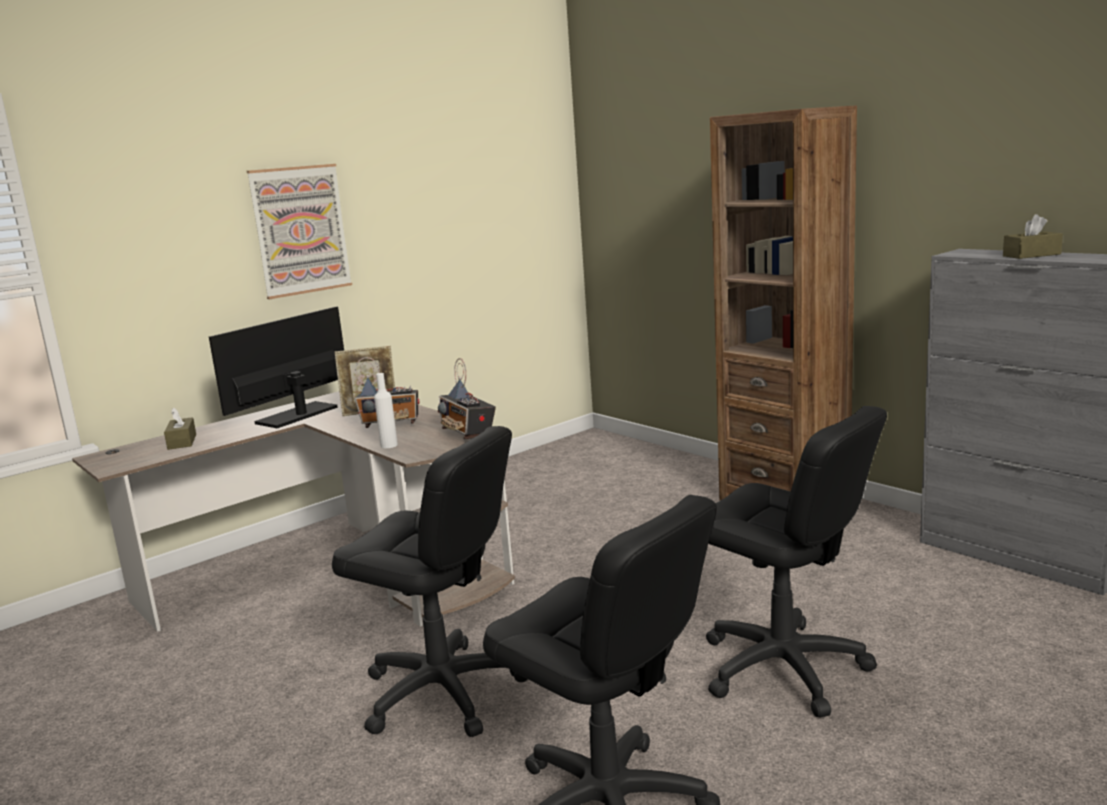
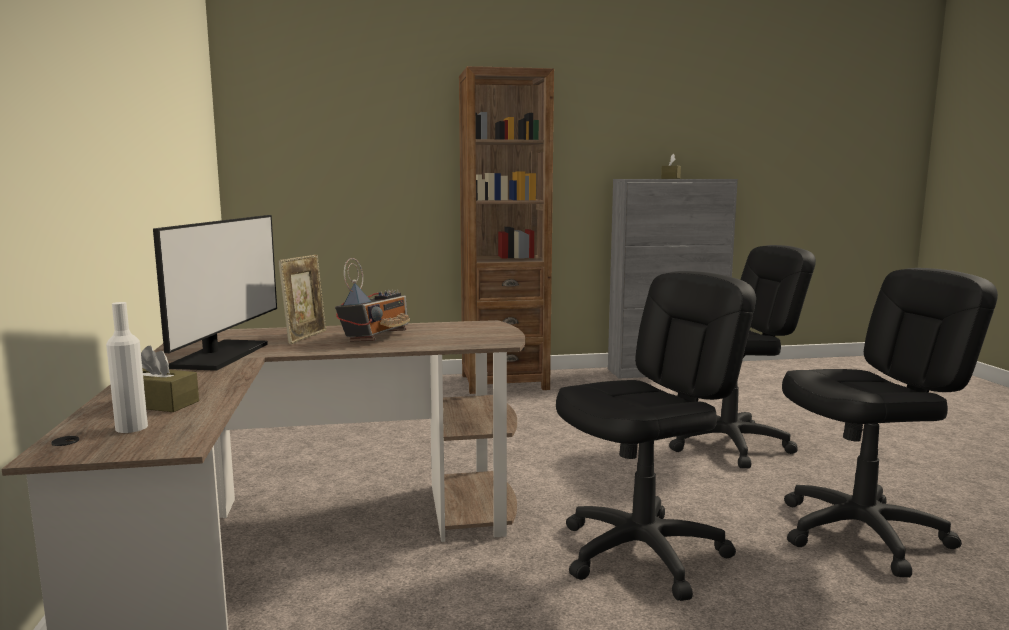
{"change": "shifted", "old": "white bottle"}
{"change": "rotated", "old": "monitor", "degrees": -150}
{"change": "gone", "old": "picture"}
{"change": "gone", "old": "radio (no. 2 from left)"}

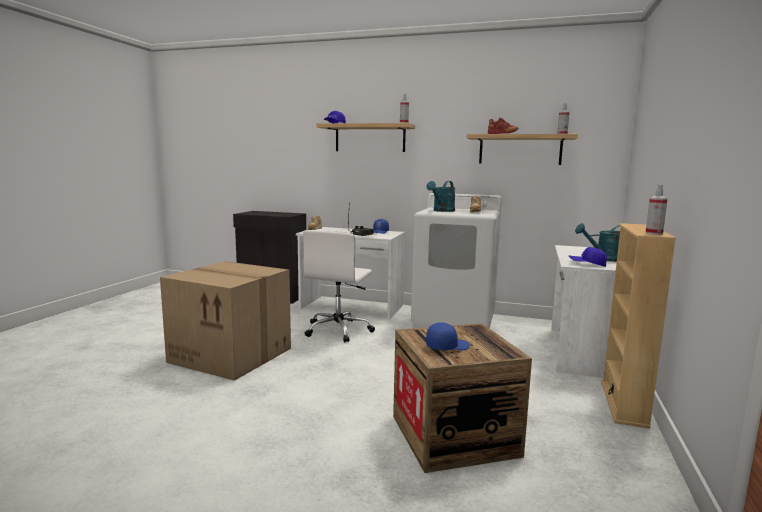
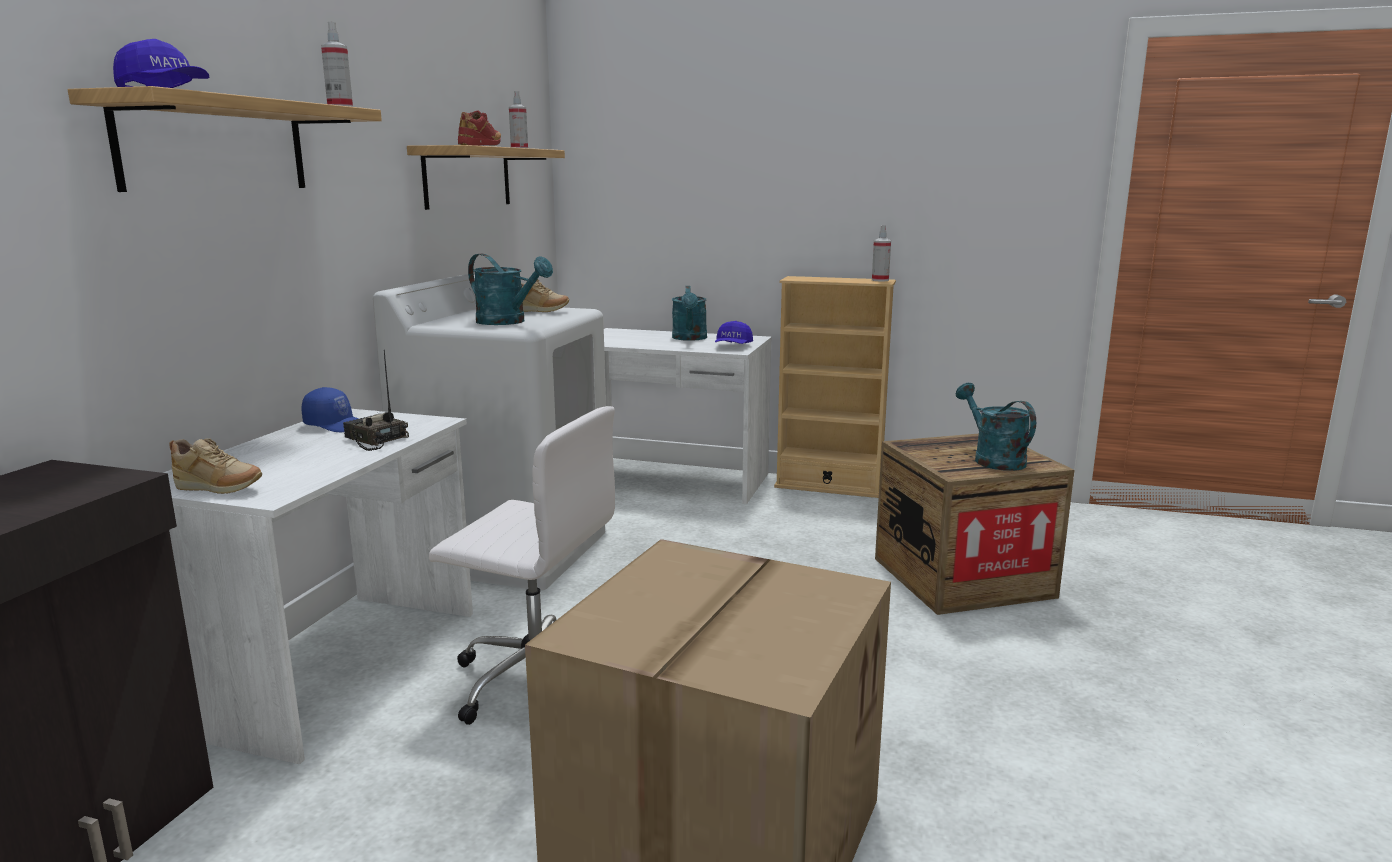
{"change": "swapped", "old": "blue cap (no. 3 from left)", "new": "turquoise watering can (no. 3 from left)"}

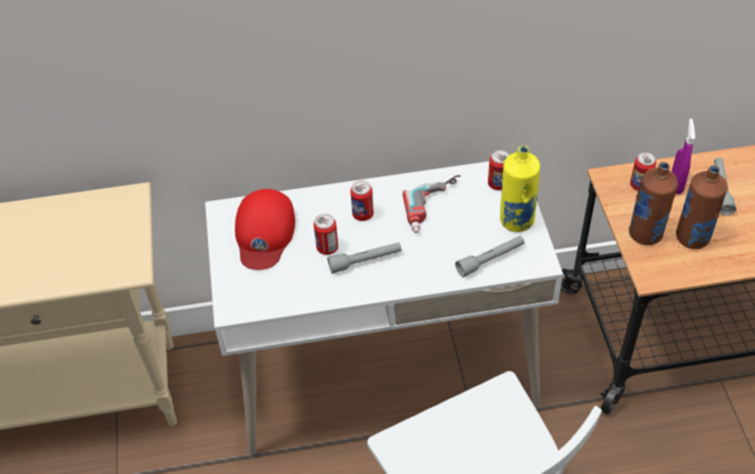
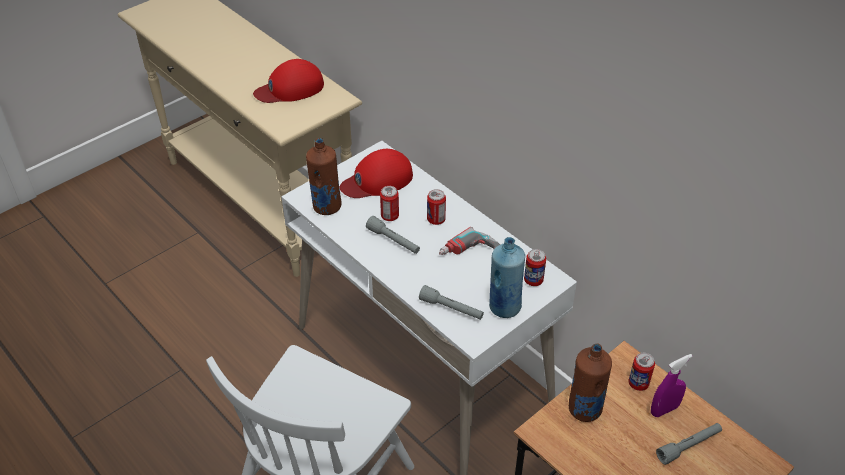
{"change": "new", "new": "red cap (no. 1 from left)"}
{"change": "shifted", "old": "brown bottle (no. 2 from left in the first image)", "new": "brown bottle (no. 1 from left)"}
{"change": "repainted", "old": "yellow bottle", "new": "blue bottle"}

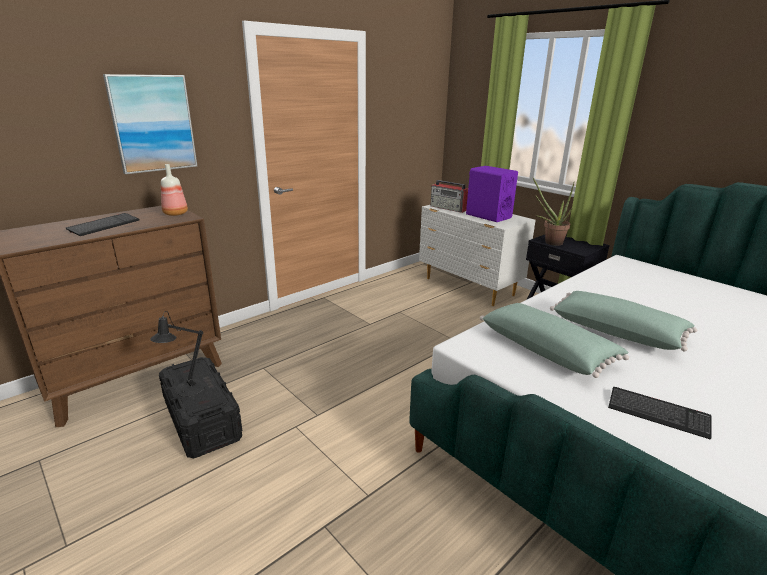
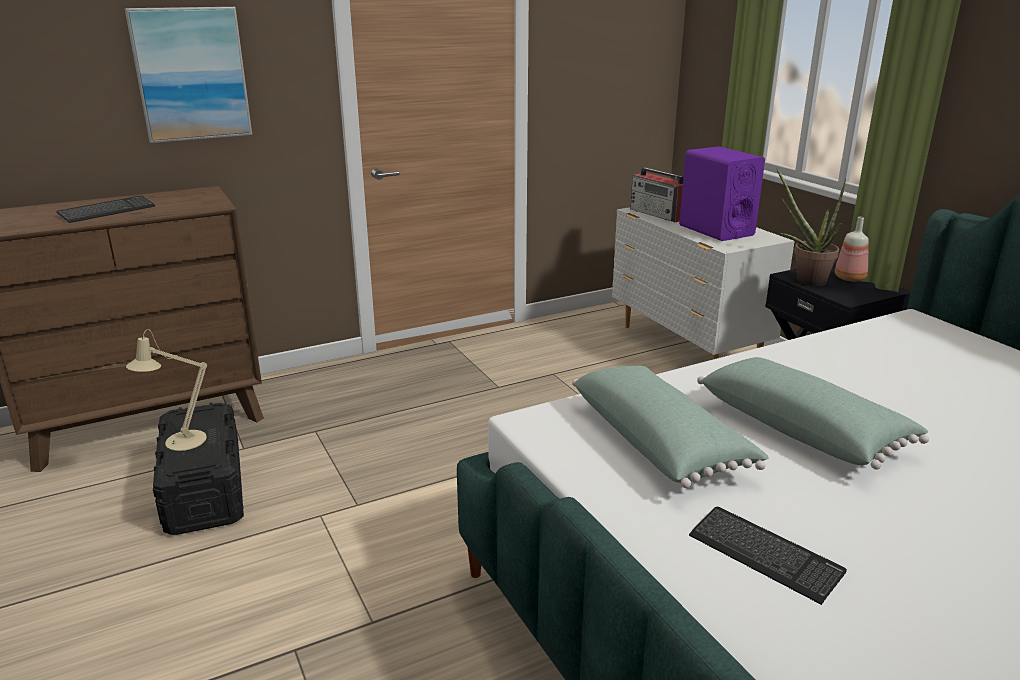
{"change": "repainted", "old": "black table lamp", "new": "beige table lamp"}
{"change": "shifted", "old": "bottle"}

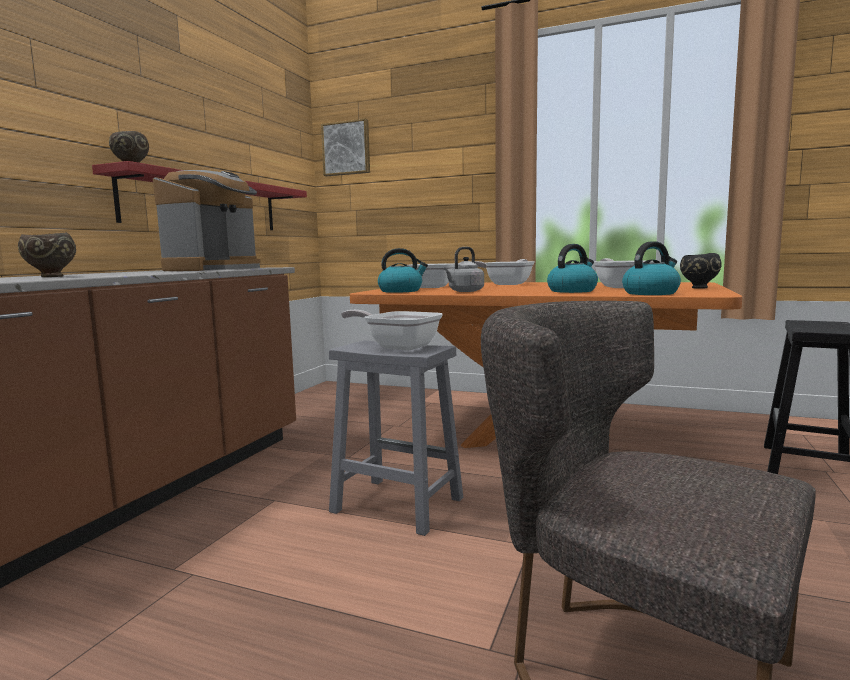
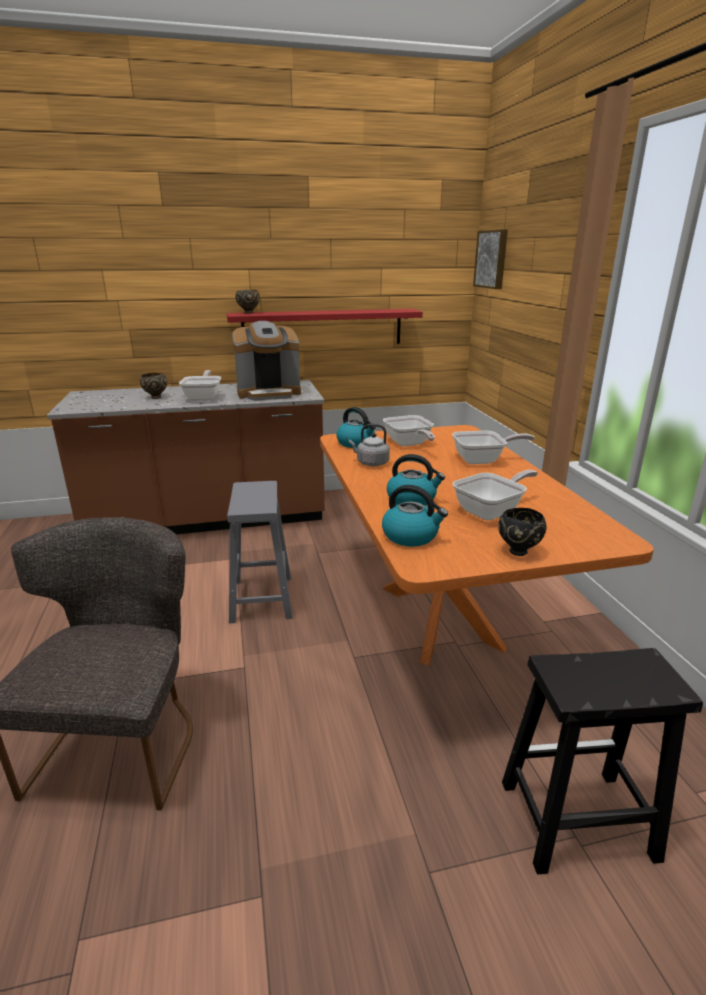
{"change": "shifted", "old": "frying pan (no. 1 from left)"}

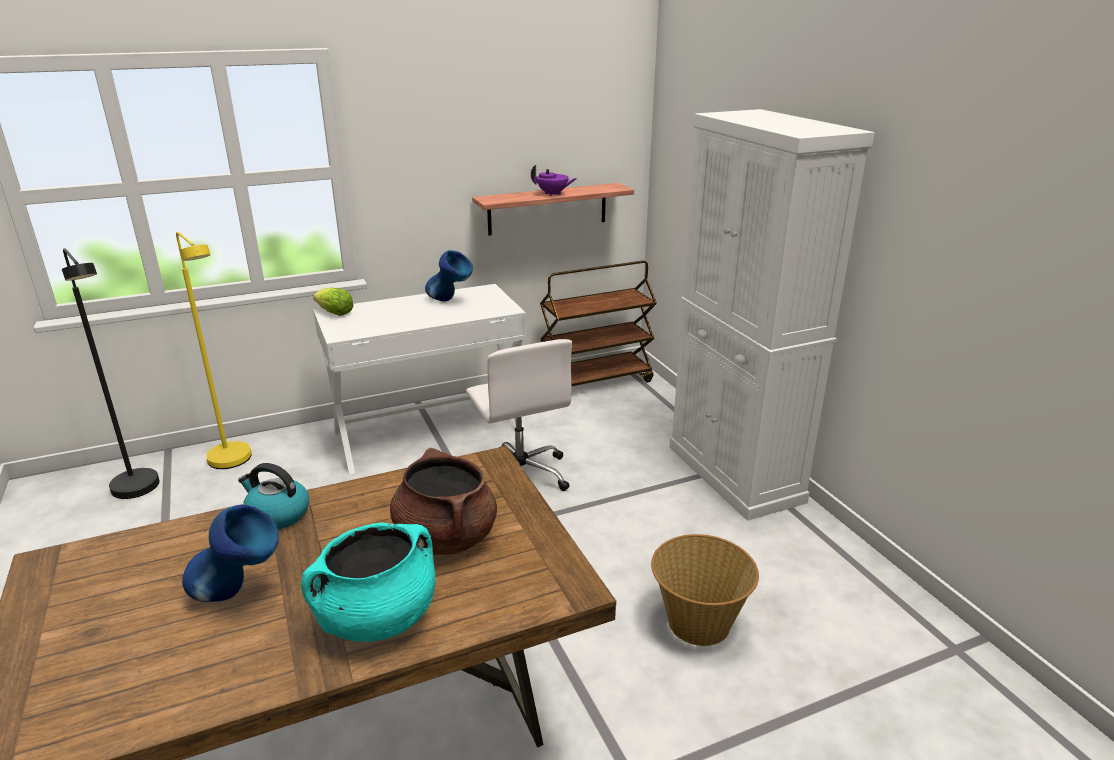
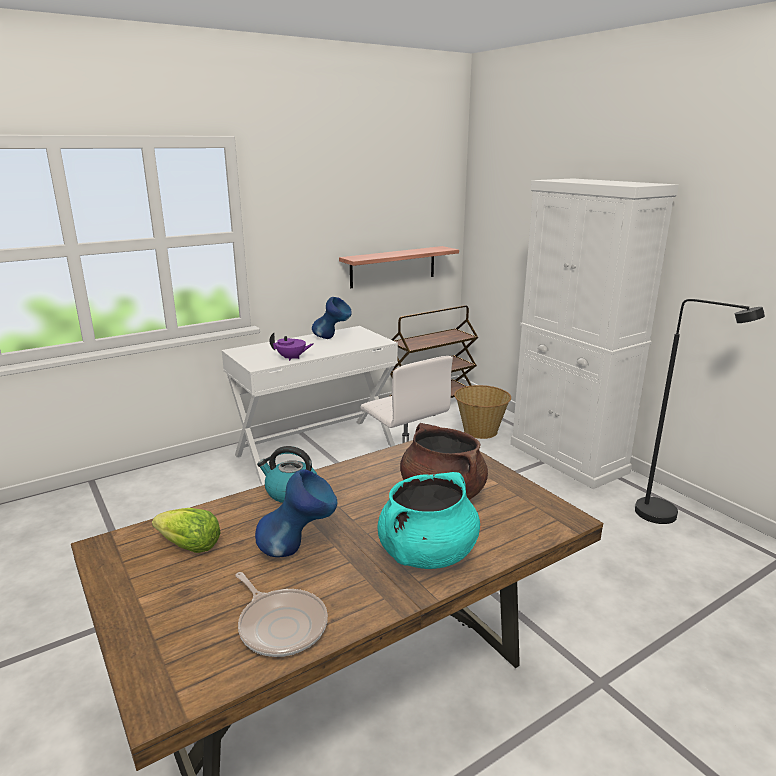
{"change": "shifted", "old": "lettuce"}
{"change": "new", "new": "frying pan"}
{"change": "shifted", "old": "purple teapot"}
{"change": "shifted", "old": "basket"}
{"change": "shifted", "old": "black floor lamp"}
{"change": "gone", "old": "yellow floor lamp"}

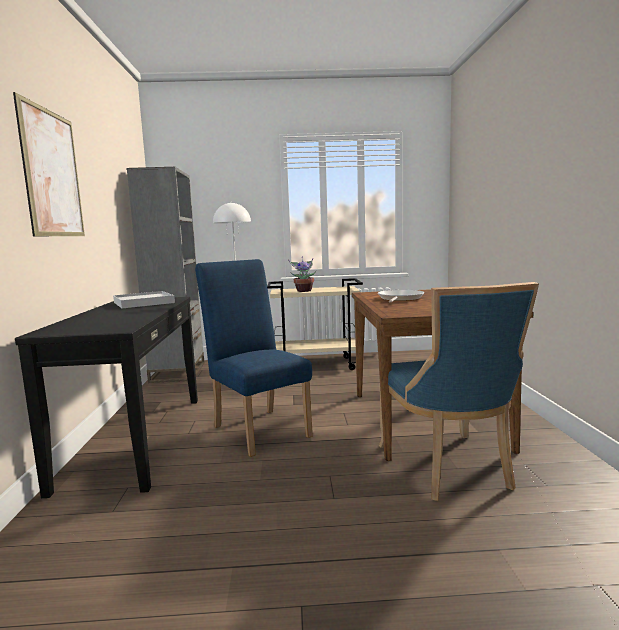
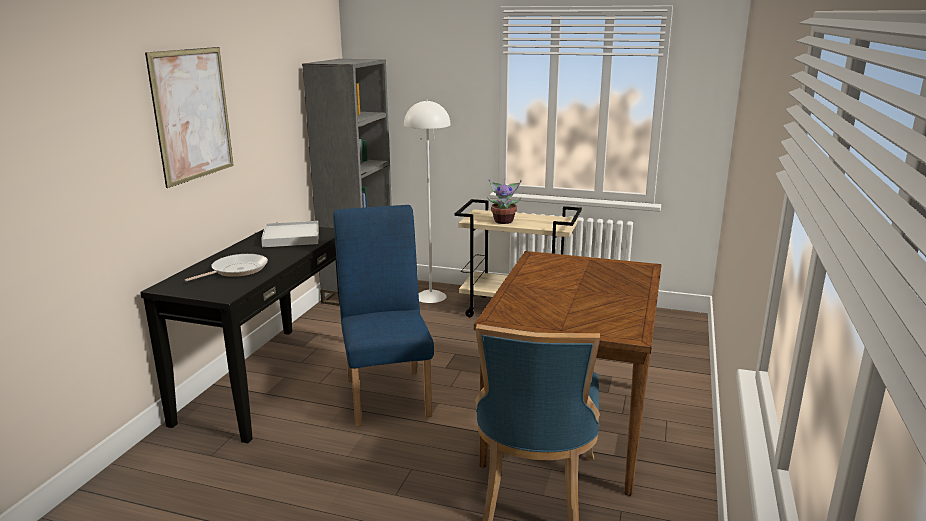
{"change": "shifted", "old": "frying pan"}

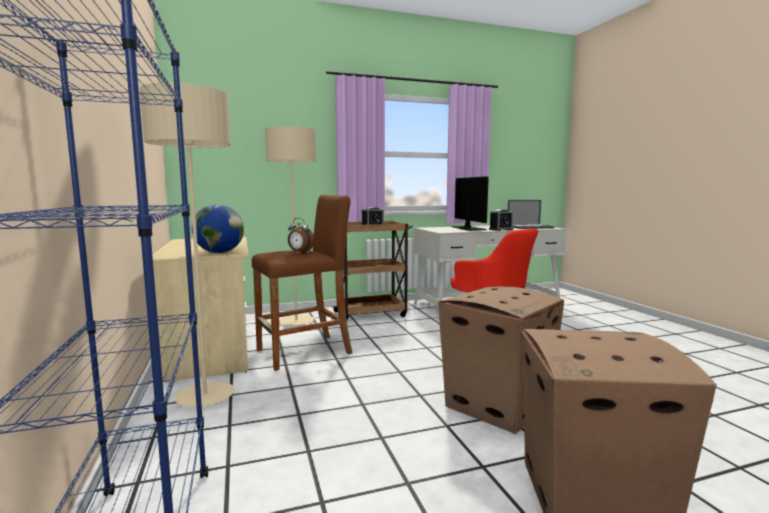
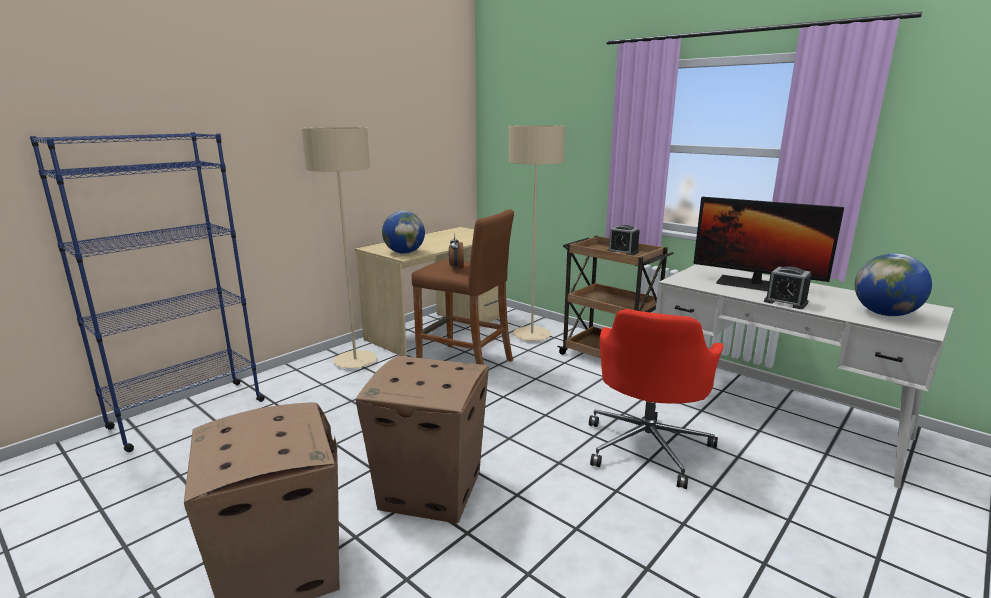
{"change": "rotated", "old": "monitor", "degrees": 75}
{"change": "swapped", "old": "laptop", "new": "globe (no. 2 from left)"}

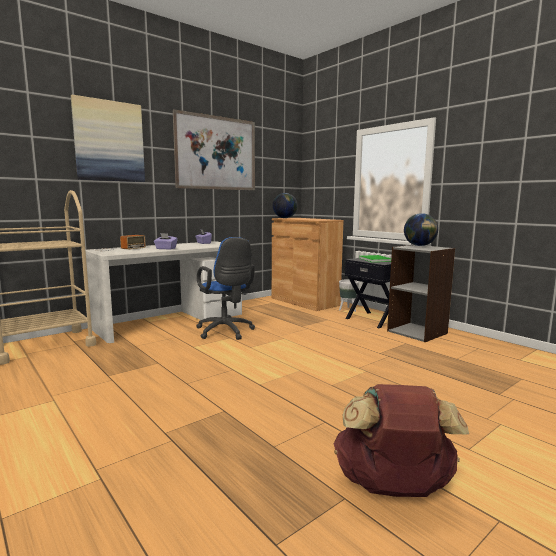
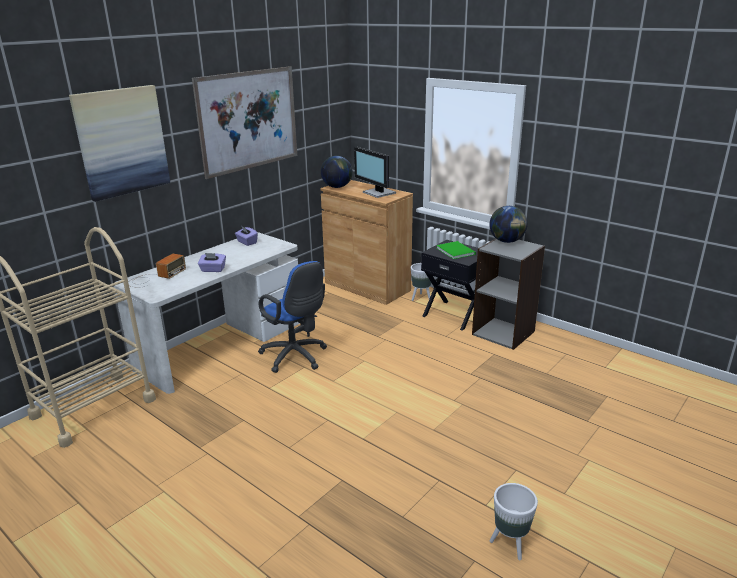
{"change": "new", "new": "monitor"}
{"change": "swapped", "old": "brown backpack", "new": "white planter (no. 2 from left)"}

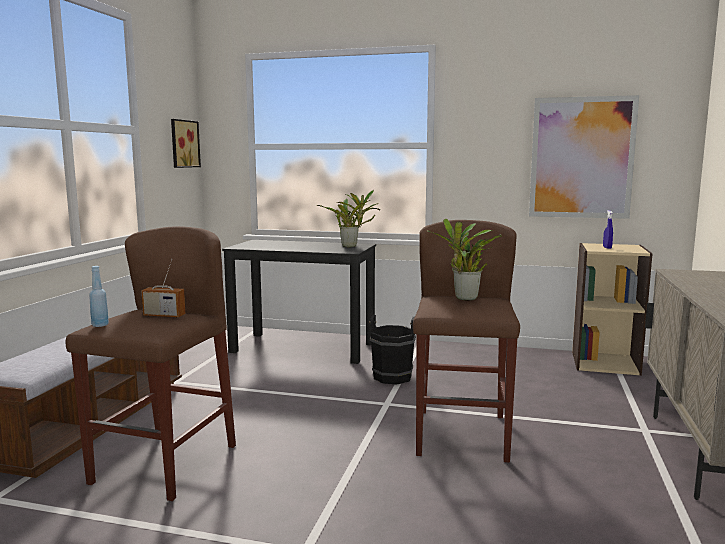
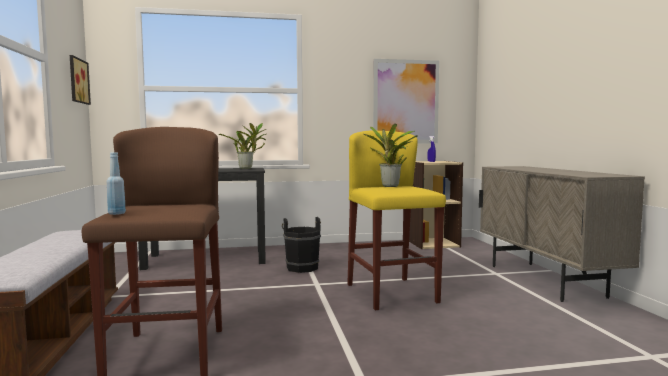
{"change": "repainted", "old": "brown stool (no. 2 from left)", "new": "yellow stool"}
{"change": "gone", "old": "radio"}

